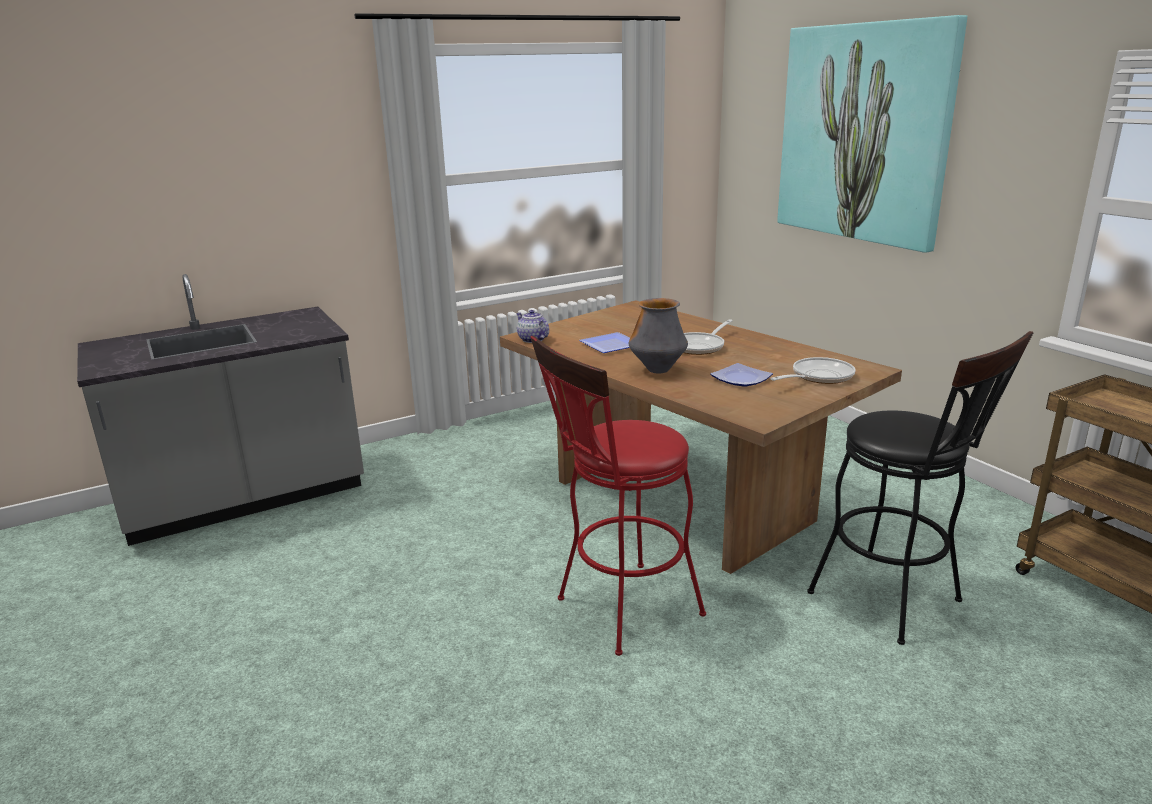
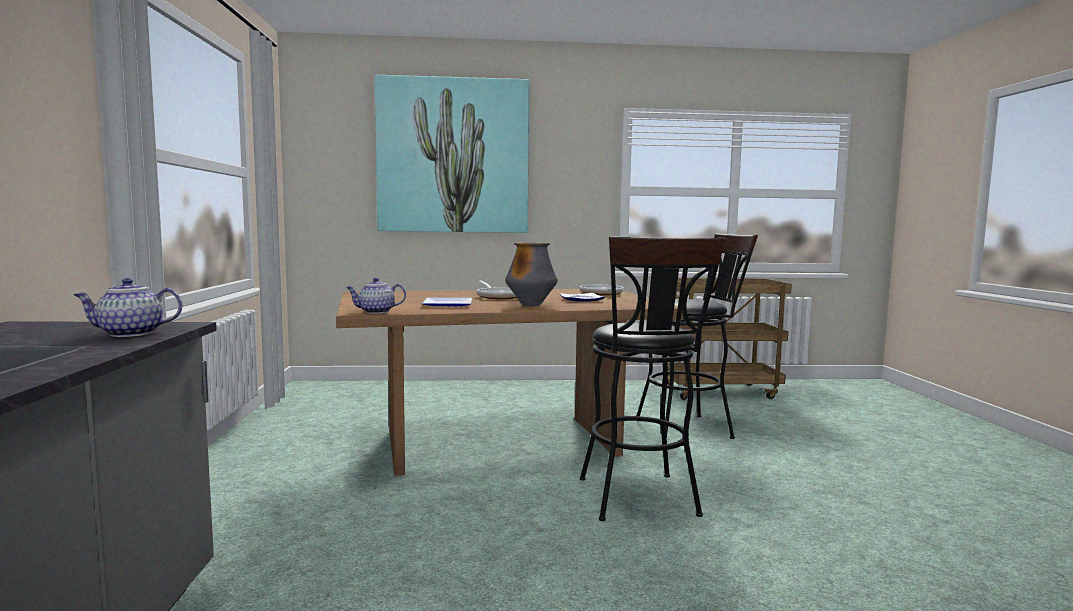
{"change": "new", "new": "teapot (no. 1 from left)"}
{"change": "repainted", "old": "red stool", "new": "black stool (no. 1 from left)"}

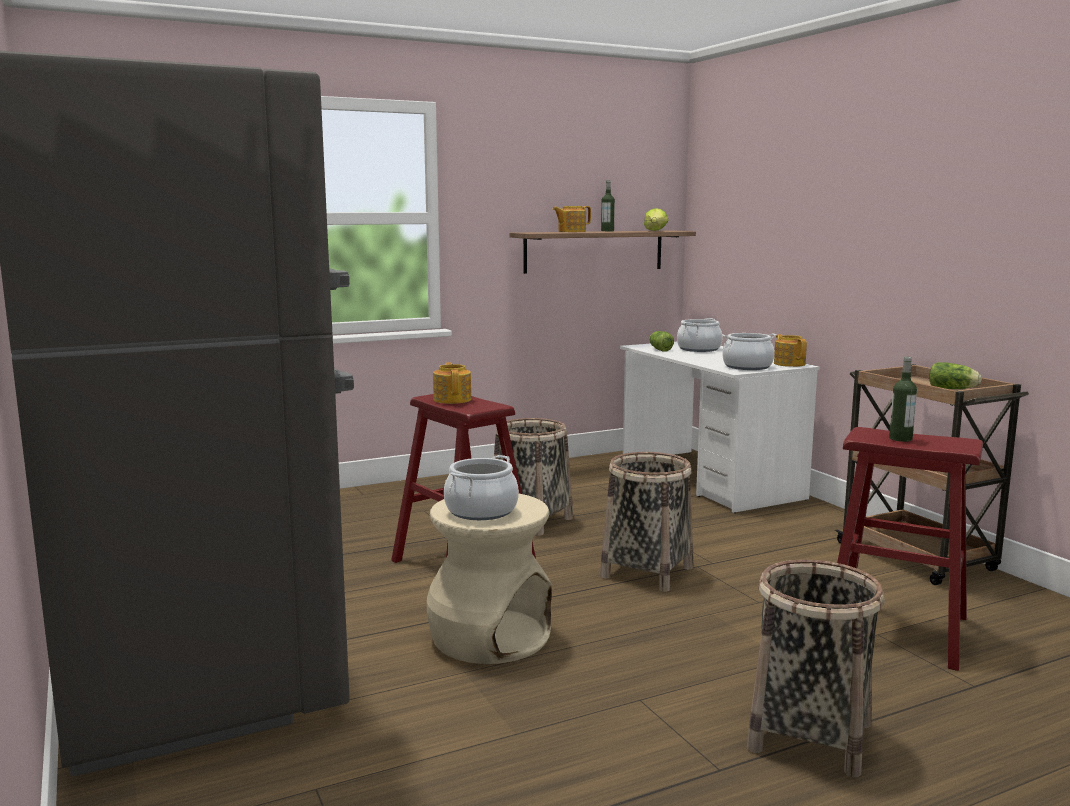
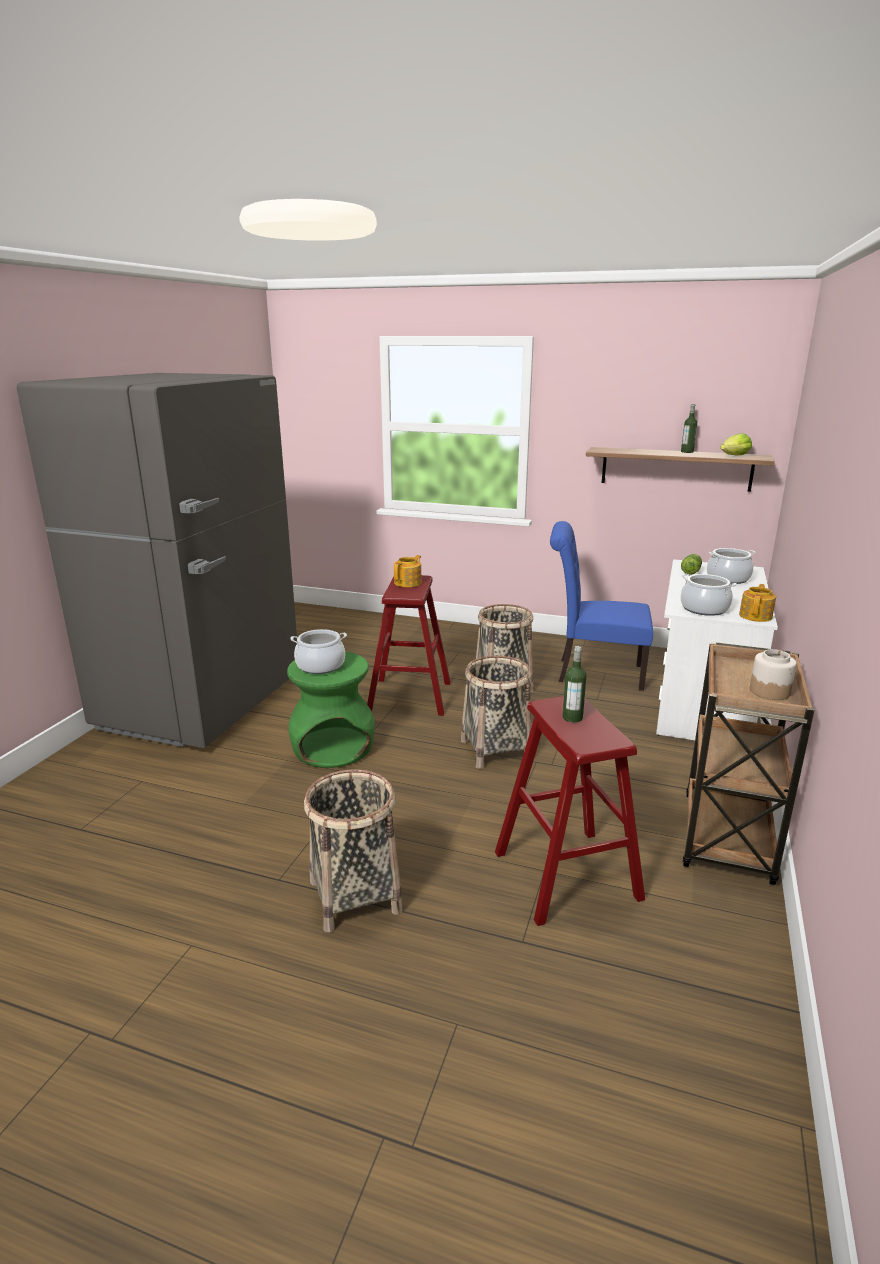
{"change": "repainted", "old": "beige stool", "new": "green stool"}
{"change": "new", "new": "blue chair"}
{"change": "swapped", "old": "lettuce (no. 3 from left)", "new": "jar"}
{"change": "gone", "old": "teapot (no. 2 from left)"}

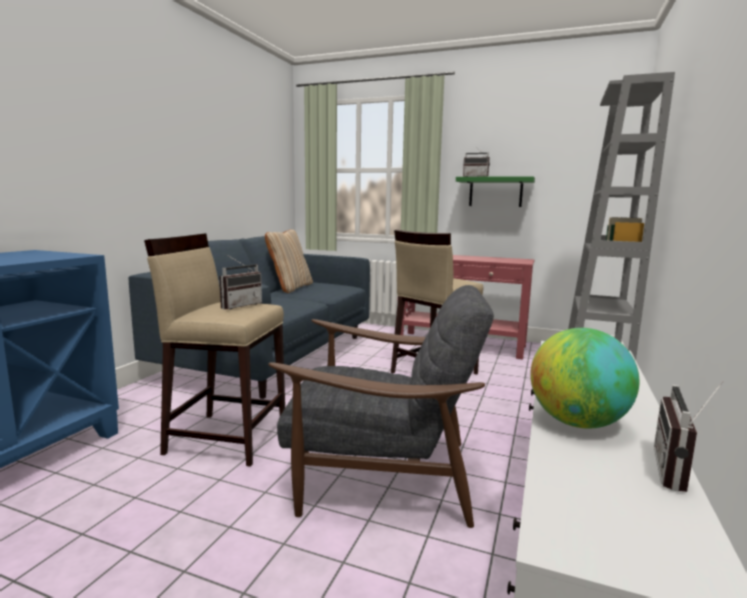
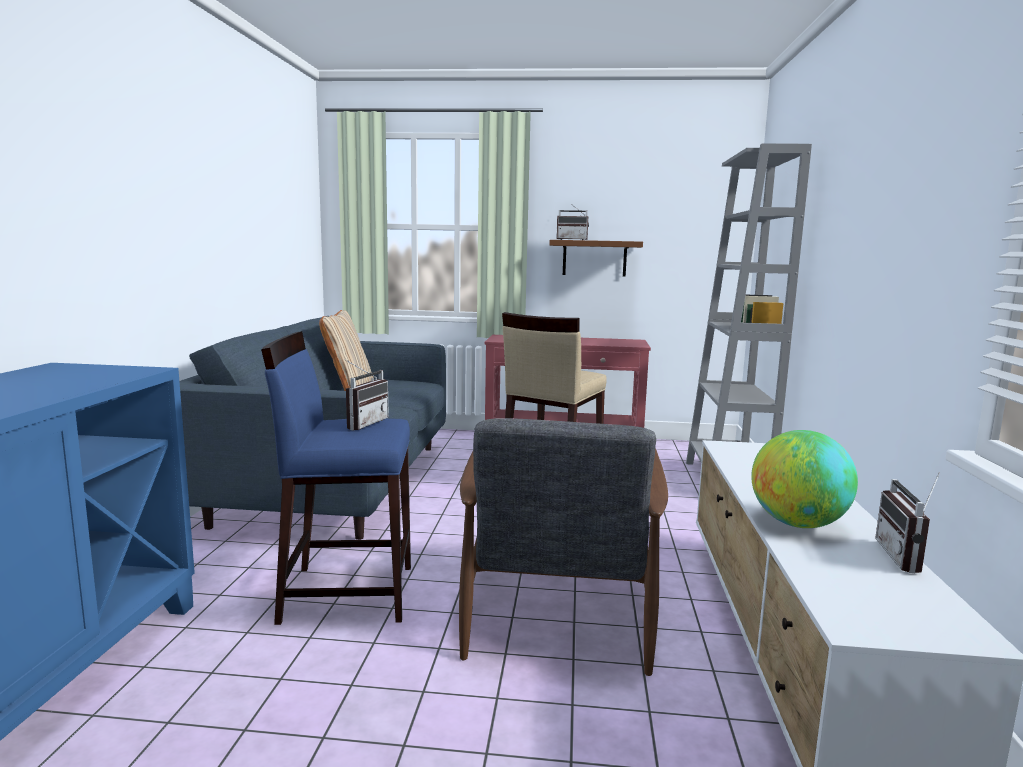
{"change": "repainted", "old": "beige stool (no. 1 from left)", "new": "blue stool"}
{"change": "rotated", "old": "grey armchair", "degrees": 105}
{"change": "repainted", "old": "green shelf", "new": "brown shelf"}

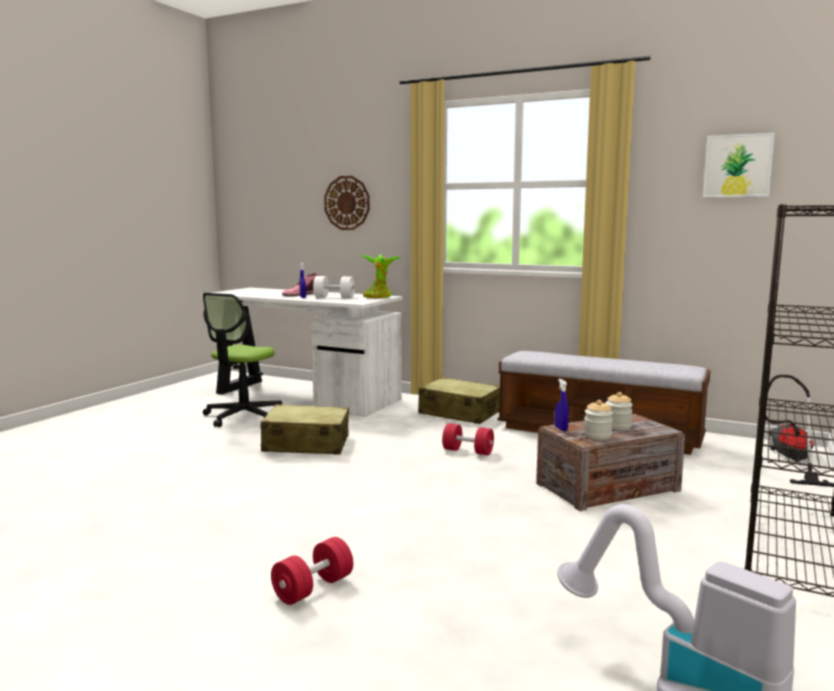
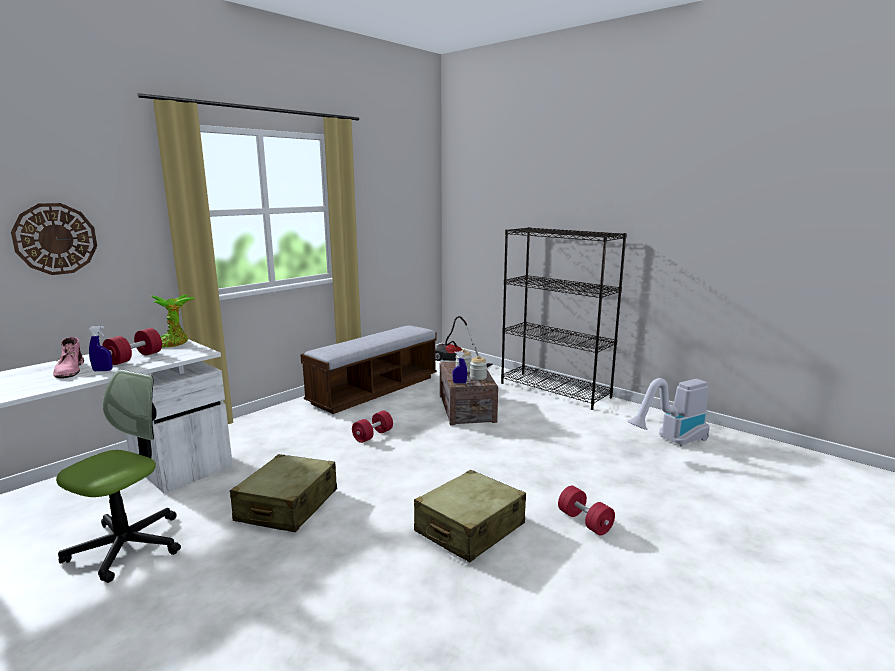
{"change": "rotated", "old": "office chair", "degrees": -105}
{"change": "repainted", "old": "white dumbbell", "new": "red dumbbell (no. 1 from left)"}
{"change": "shifted", "old": "beige suitcase (no. 2 from left)"}
{"change": "gone", "old": "picture"}

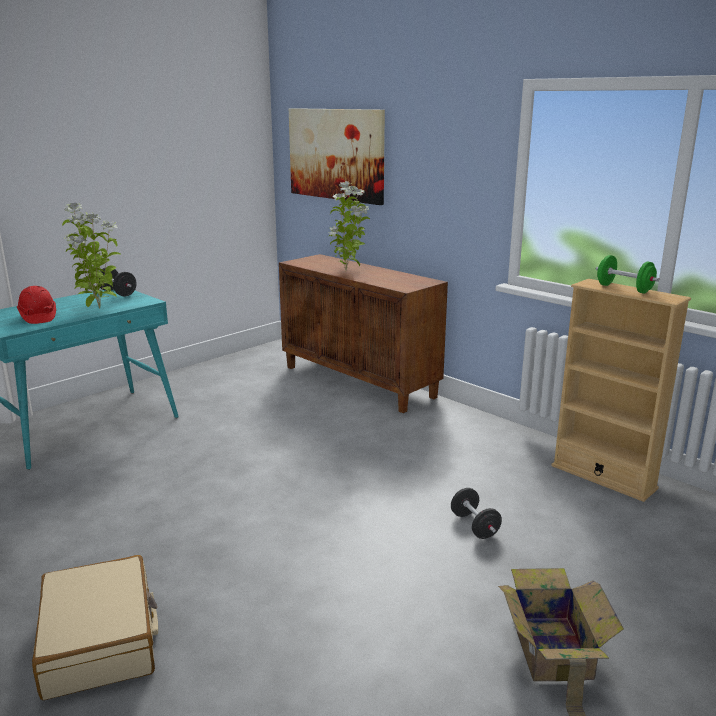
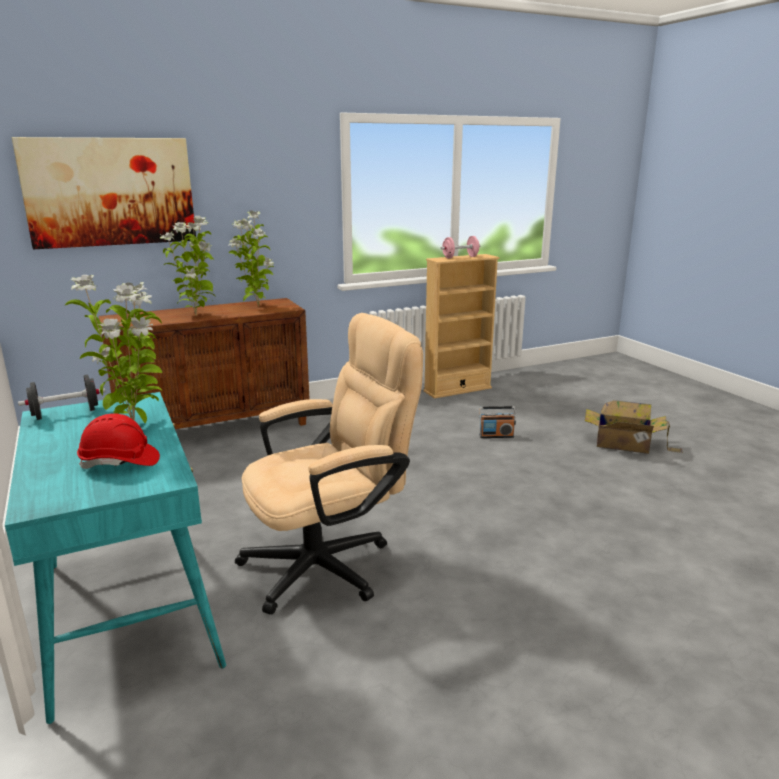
{"change": "new", "new": "potted plant (no. 3 from left)"}
{"change": "new", "new": "beige office chair"}
{"change": "repainted", "old": "green dumbbell", "new": "pink dumbbell"}
{"change": "swapped", "old": "black dumbbell (no. 2 from left)", "new": "radio"}
{"change": "gone", "old": "beige suitcase"}

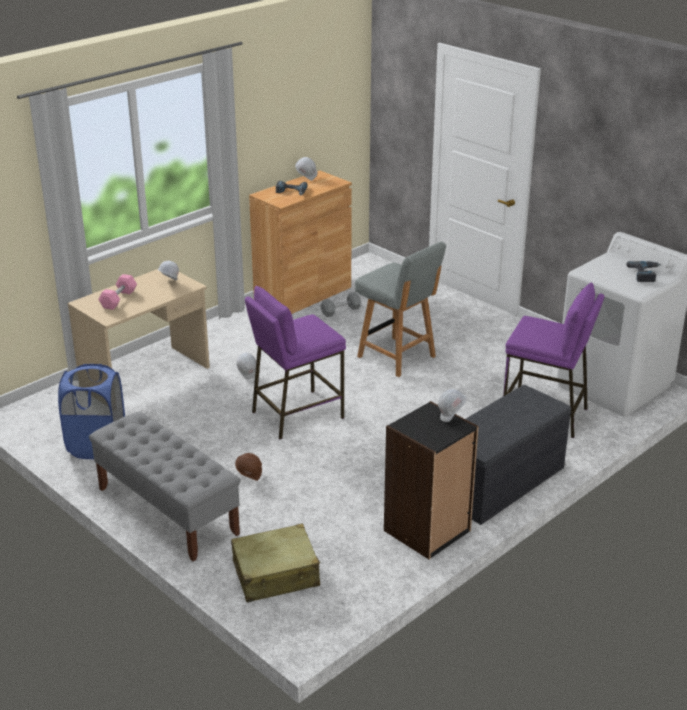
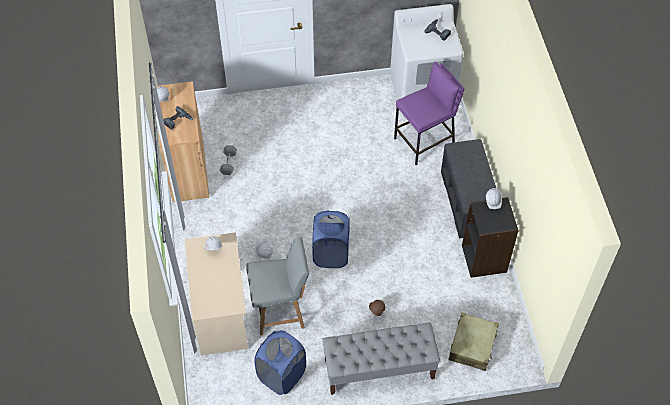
{"change": "shifted", "old": "grey chair"}
{"change": "swapped", "old": "purple stool (no. 1 from left)", "new": "blue laundry basket (no. 2 from left)"}
{"change": "gone", "old": "pink dumbbell"}

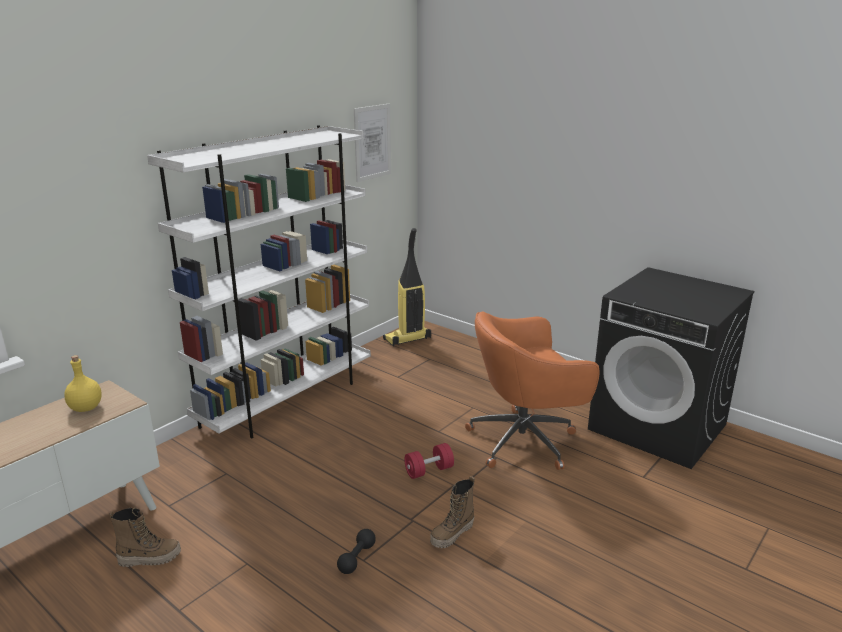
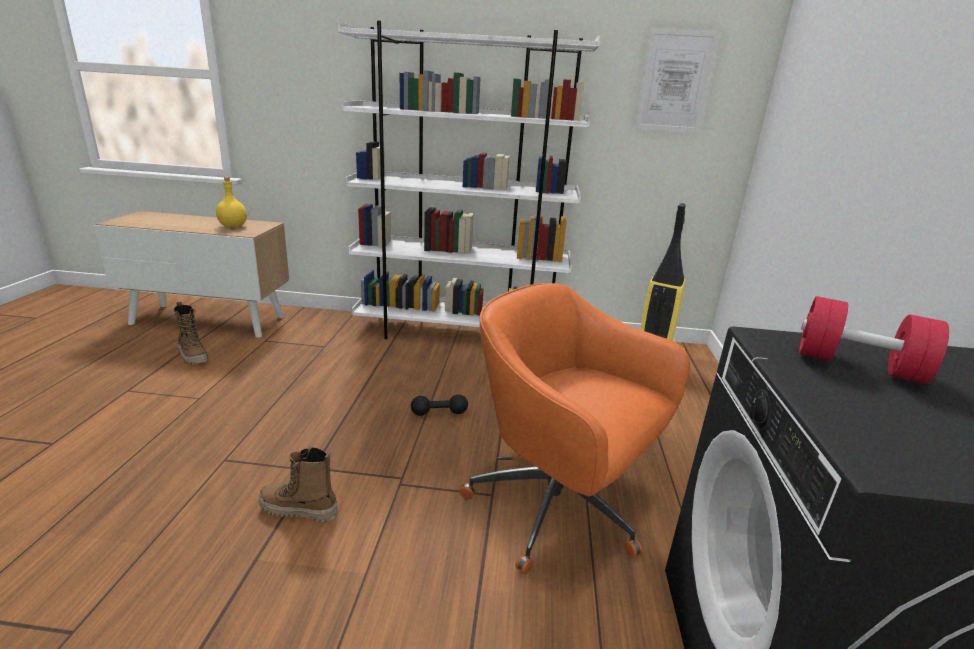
{"change": "shifted", "old": "black dumbbell"}
{"change": "shifted", "old": "red dumbbell"}

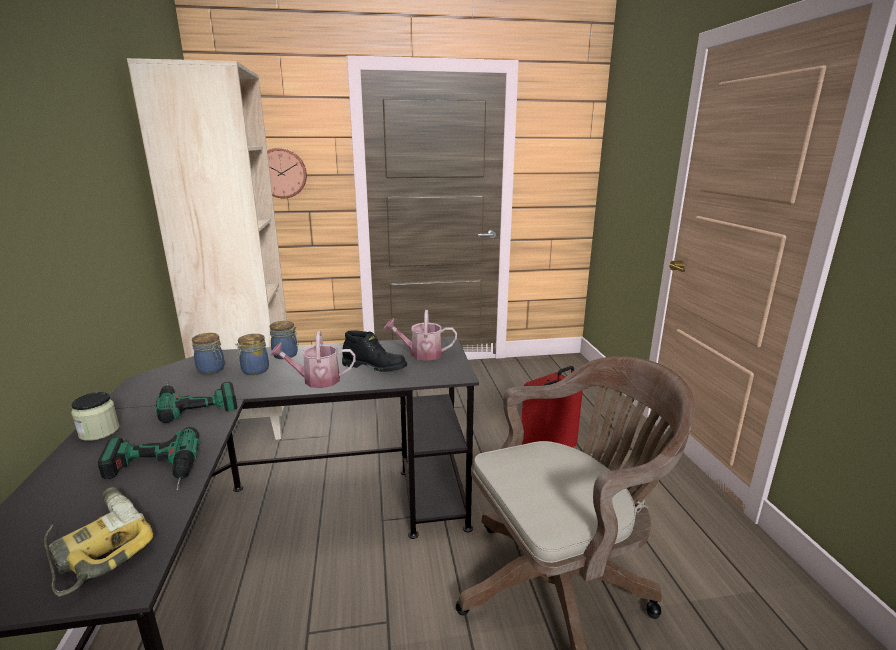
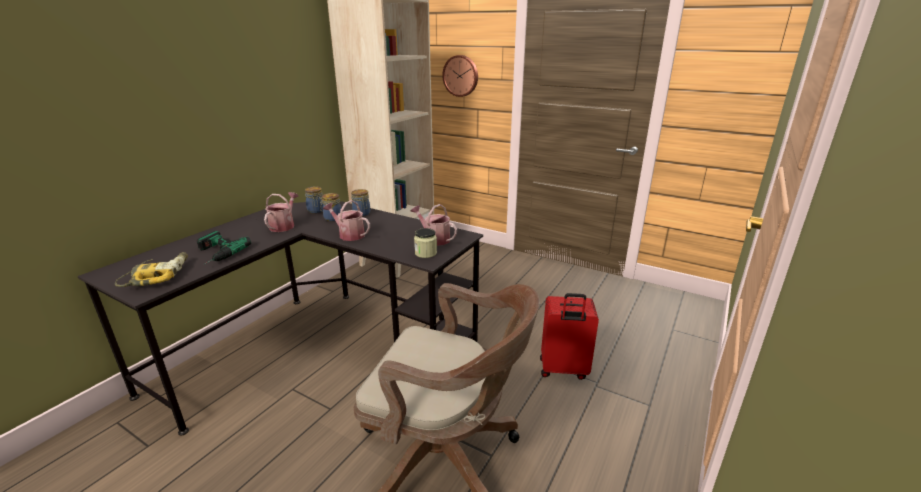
{"change": "swapped", "old": "power drill (no. 3 from left)", "new": "watering can (no. 1 from left)"}
{"change": "shifted", "old": "jar (no. 1 from left in the first image)", "new": "jar (no. 4 from left)"}
{"change": "gone", "old": "black boot"}

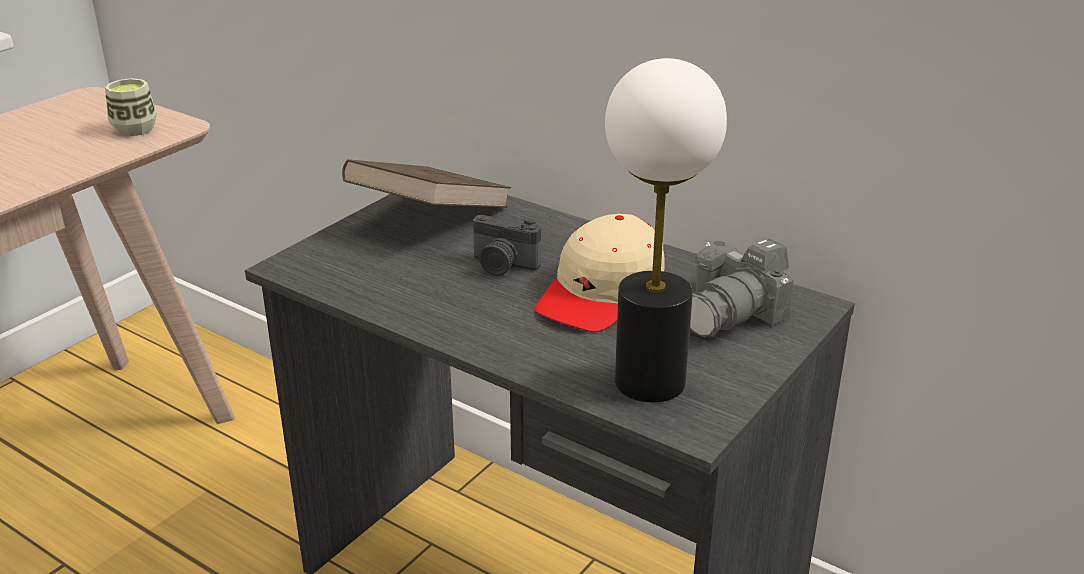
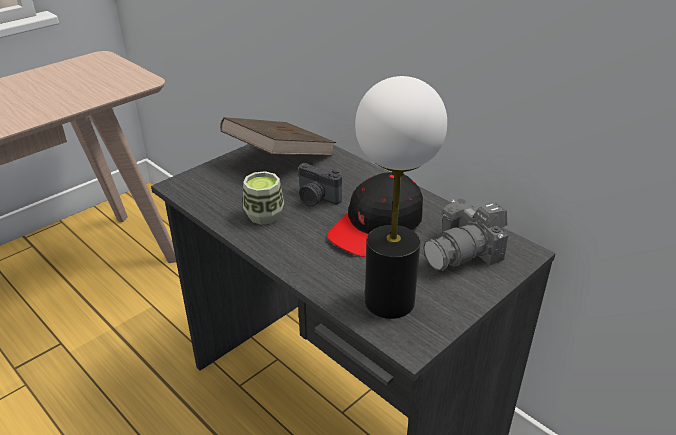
{"change": "shifted", "old": "cup"}
{"change": "repainted", "old": "beige cap", "new": "black cap"}

